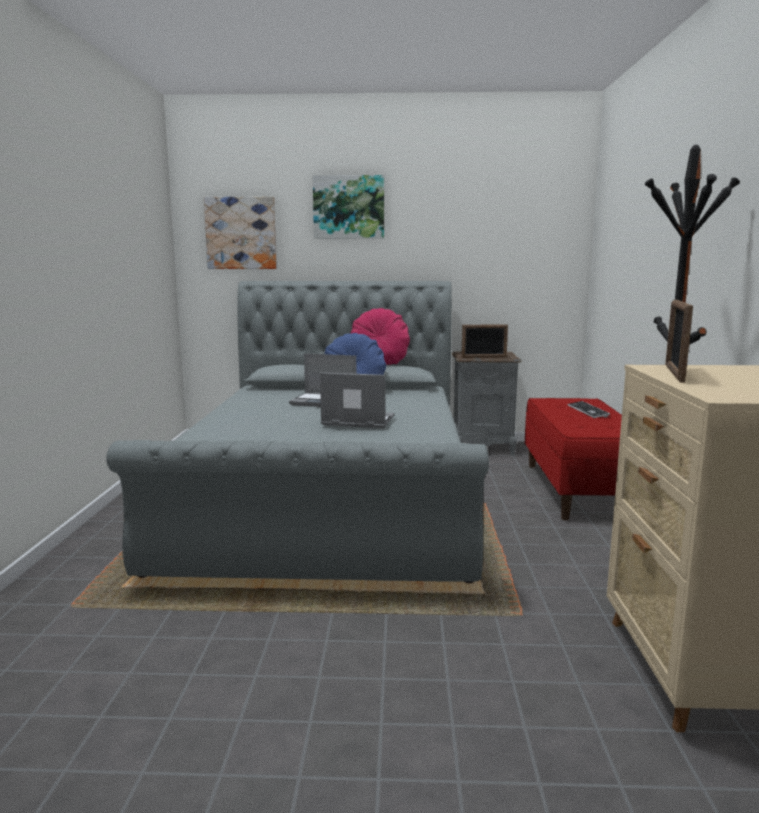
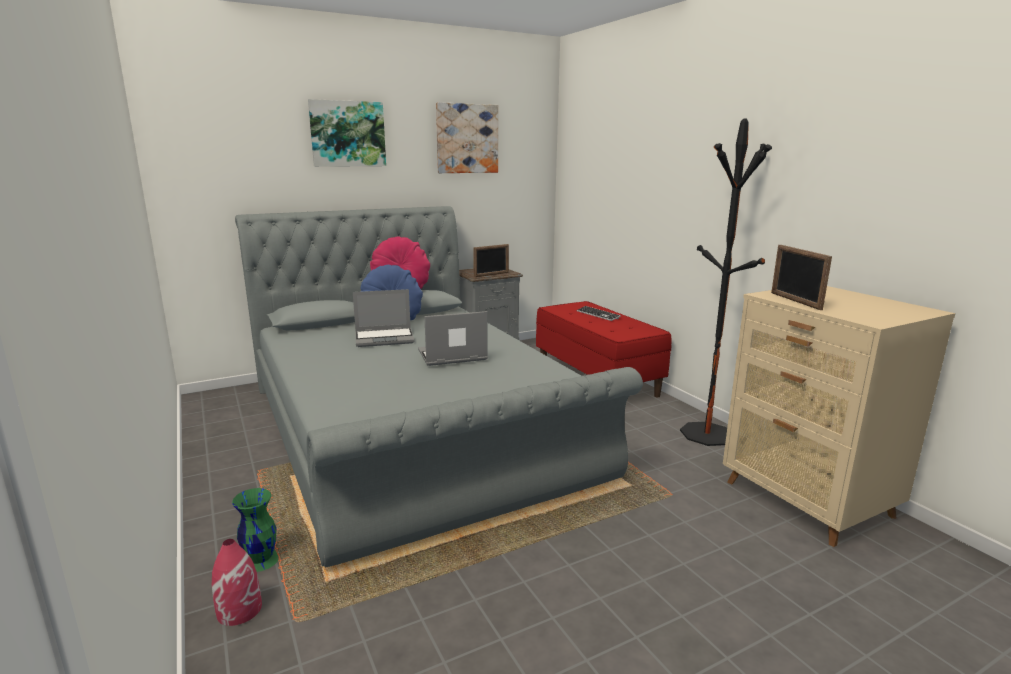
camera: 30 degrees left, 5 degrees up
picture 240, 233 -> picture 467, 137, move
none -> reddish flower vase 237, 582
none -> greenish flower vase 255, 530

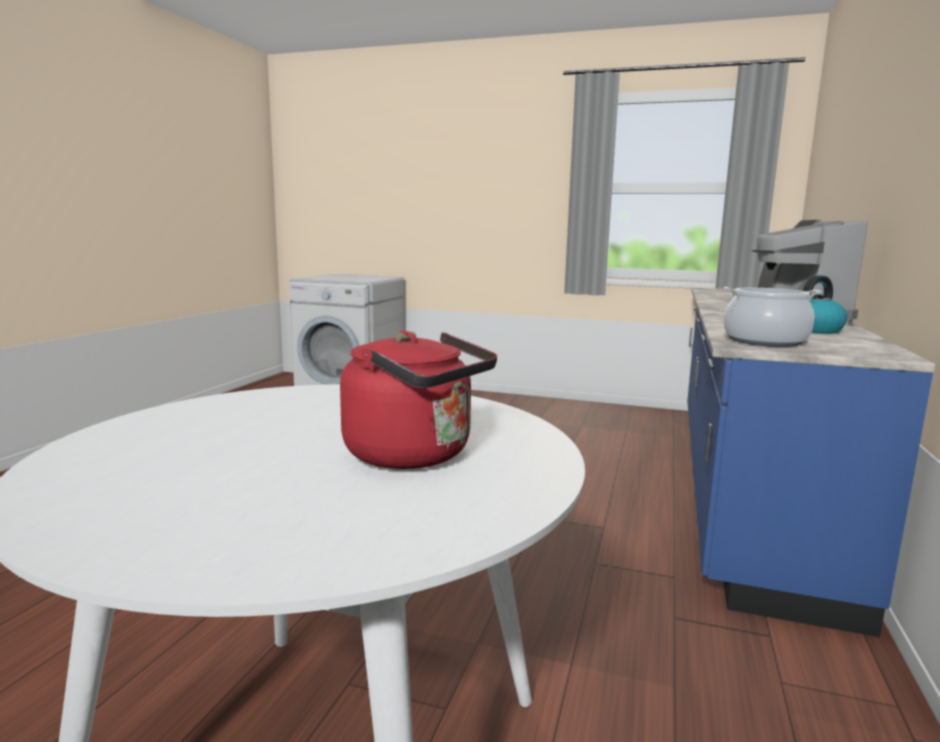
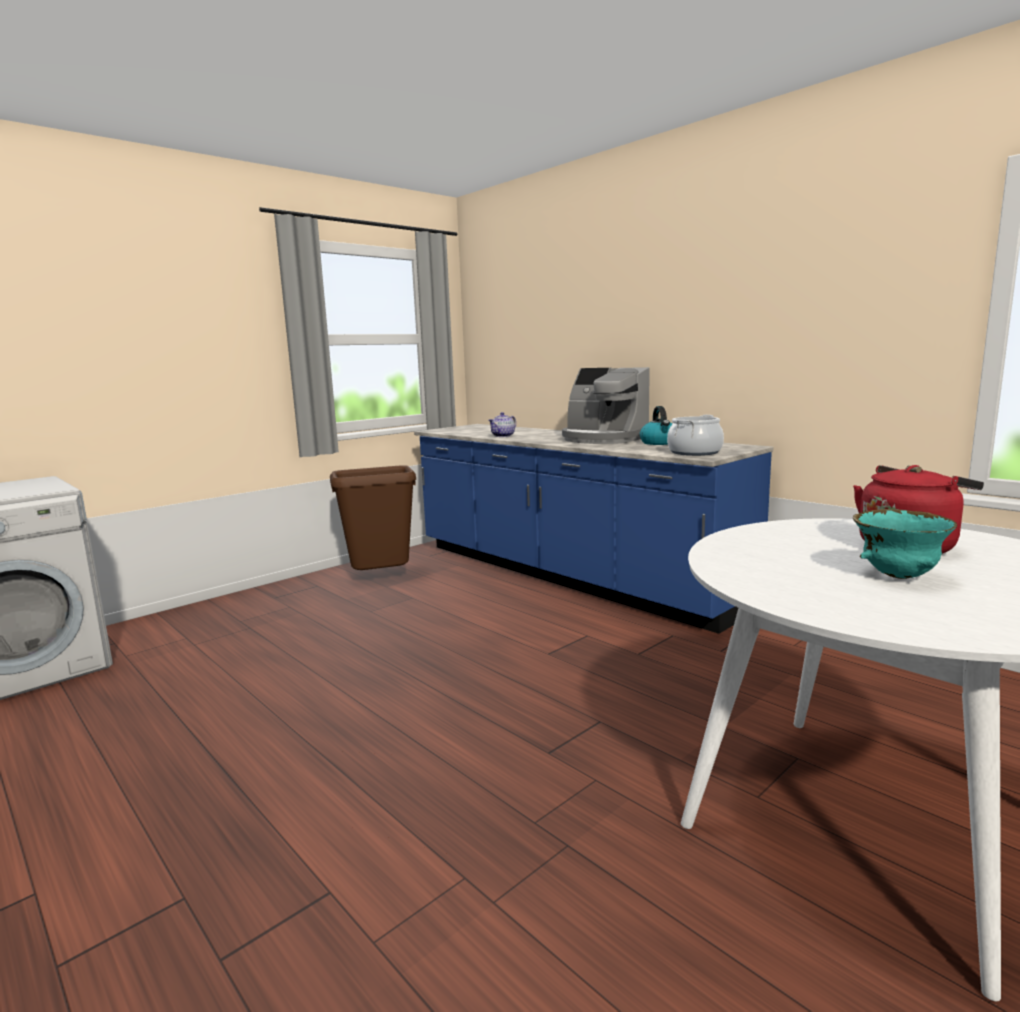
camera: 60 degrees left, 0 degrees up
none -> brownish rubbish bin 373, 517
none -> teapot 502, 424
none -> turquoise-coloured serving bowl 905, 544

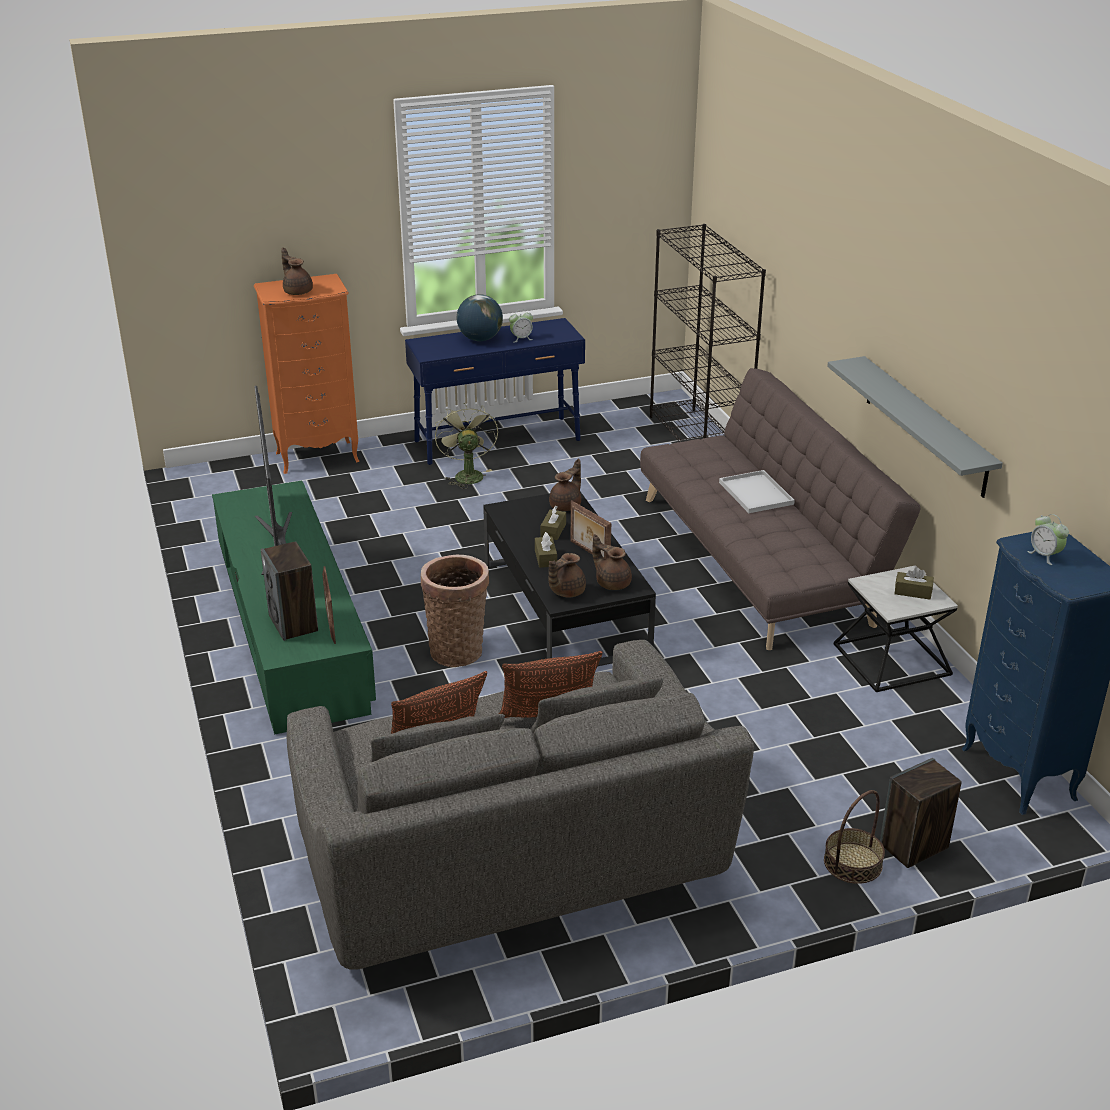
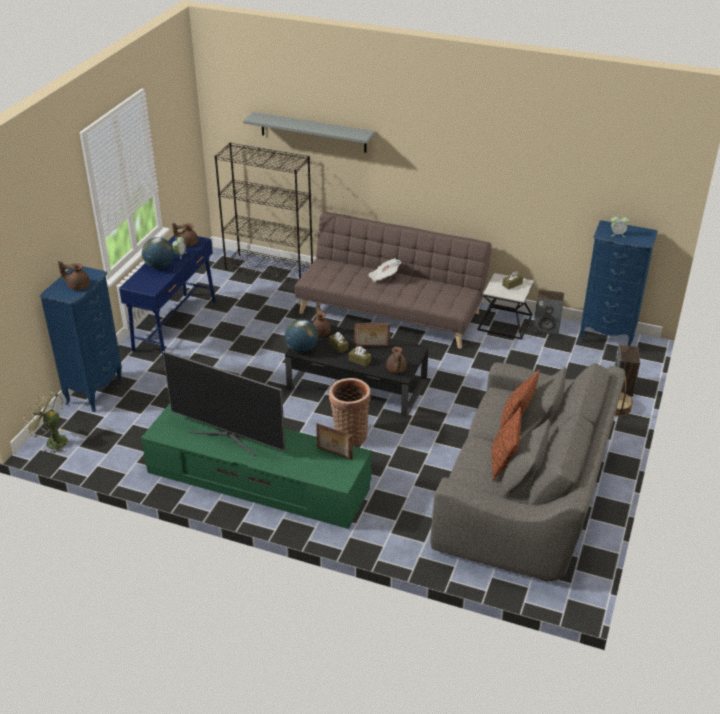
camera: 50 degrees left, 5 degrees up
orangey dresser 307, 374 -> blue dresser 81, 339
audio speaker 289, 591 -> audio speaker 548, 312, move
greenish cooling fan 466, 446 -> greenish cooling fan 45, 423, move
brownish teapot 612, 562 -> brownish teapot 185, 234, move
white-coloured serving tray 757, 491 -> newspaper 384, 270
greyish wall shelf 915, 427 -> greyish wall shelf 309, 132, move
none -> desk globe 301, 335

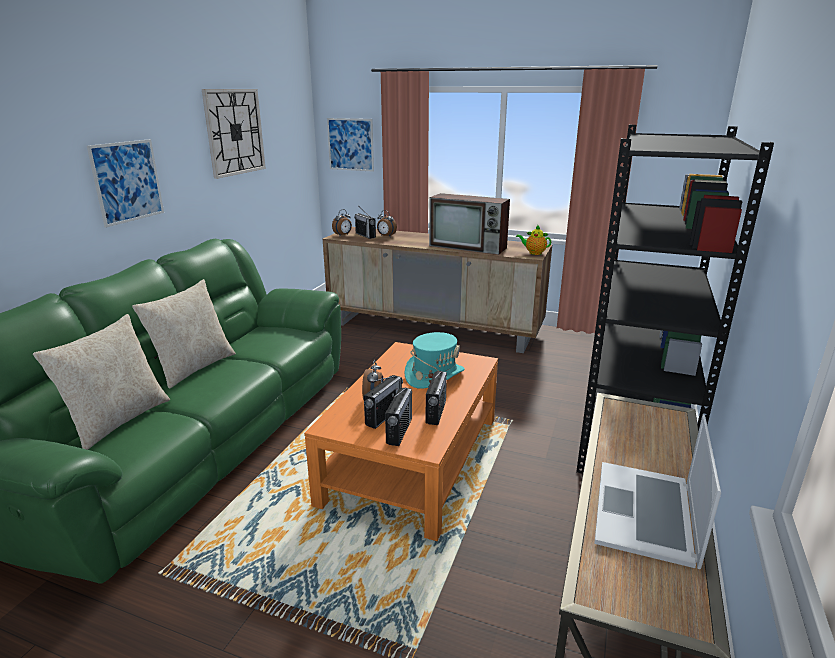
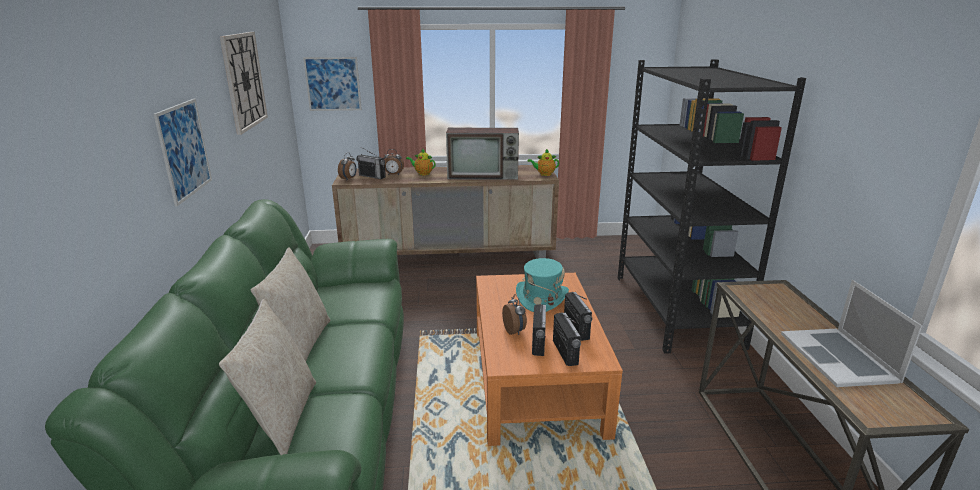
camera: 25 degrees left, 0 degrees up
none -> teapot 420, 161

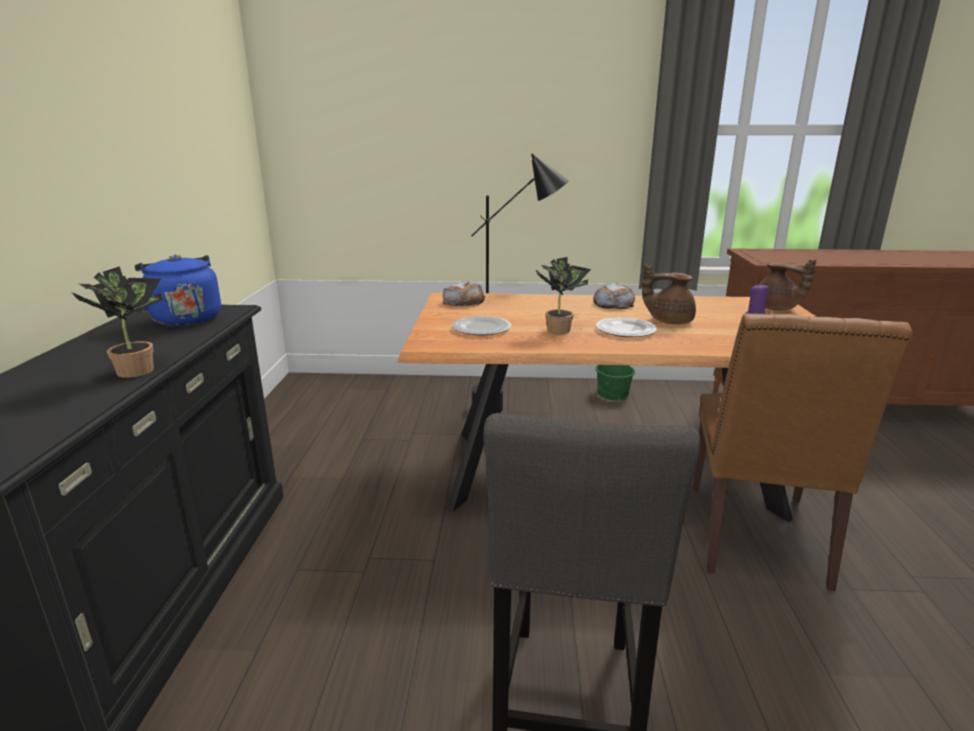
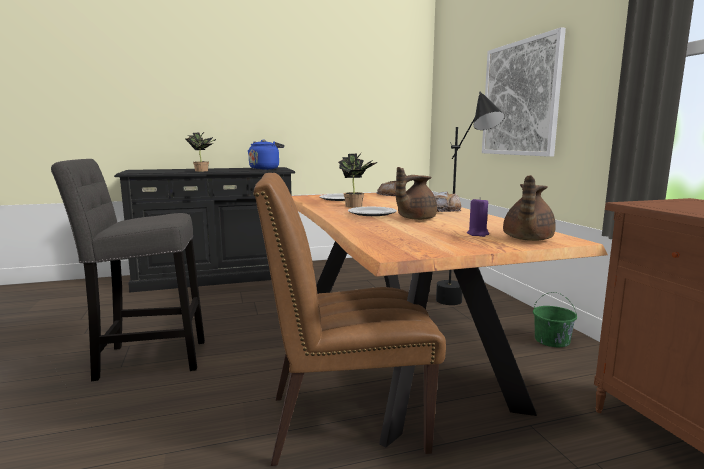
camera: 70 degrees right, 10 degrees down
brownish teapot 669, 294 -> brownish teapot 416, 193, 120 degrees counterclockwise
none -> picture 524, 92

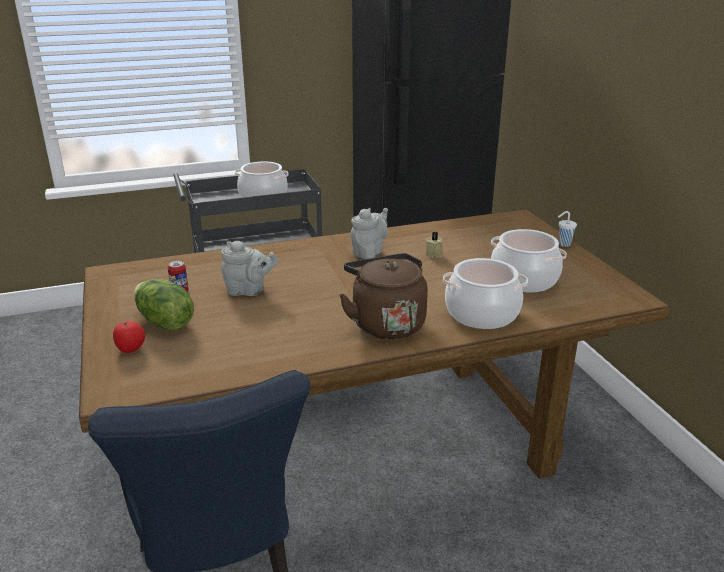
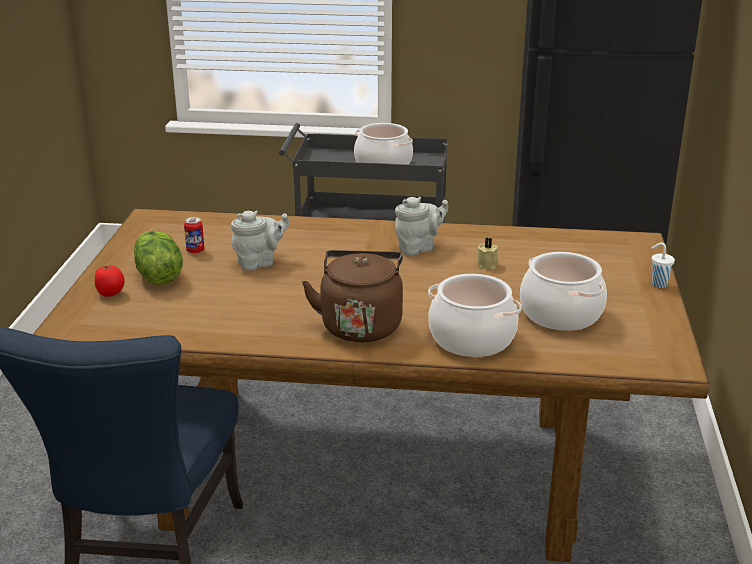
camera: 25 degrees right, 0 degrees up
greyish teapot 250, 268 -> greyish teapot 260, 241, 60 degrees counterclockwise

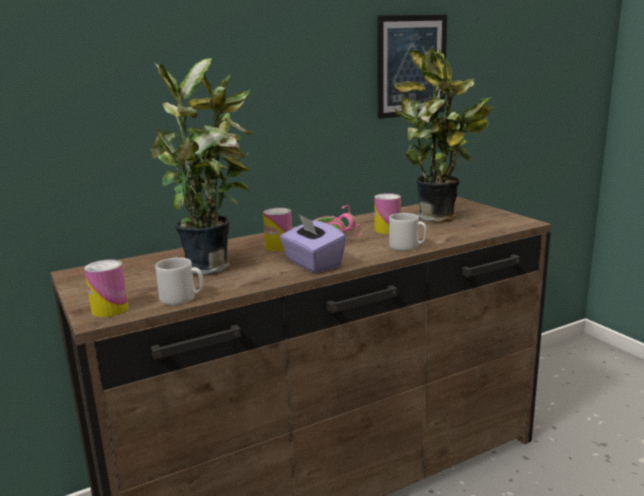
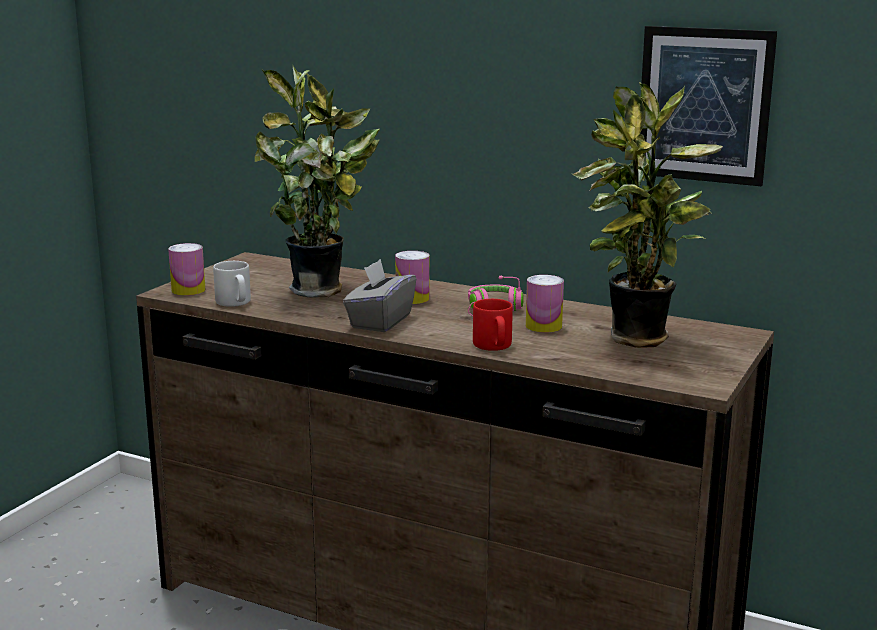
camera: 55 degrees right, 0 degrees up
purple-coloured tissue holder 313, 243 -> greyish tissue holder 379, 295
greyish coffee mug 408, 232 -> reddish coffee mug 493, 325

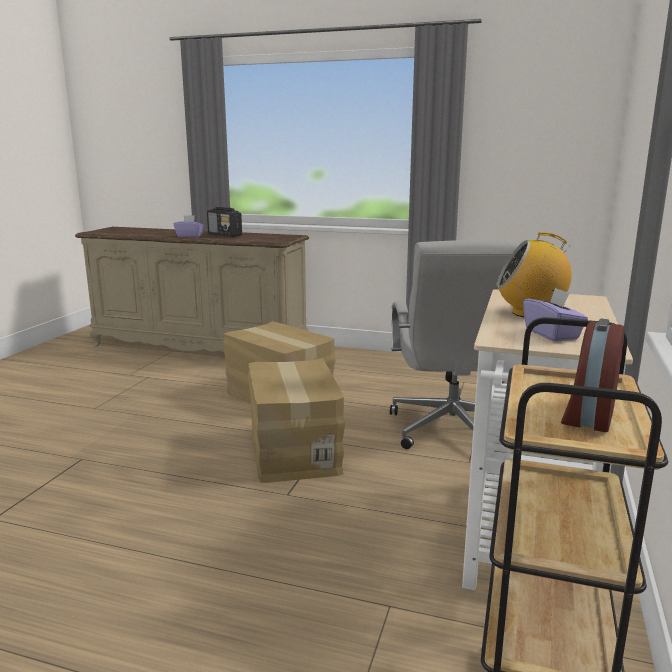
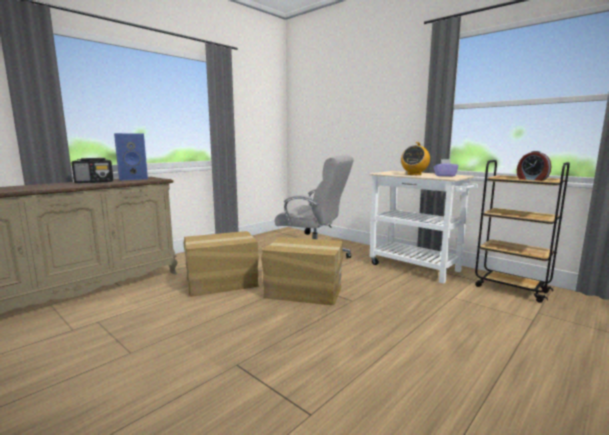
camera: 65 degrees left, 5 degrees down
purple-coloured tissue holder 188, 226 -> none
none -> blue audio speaker 131, 156

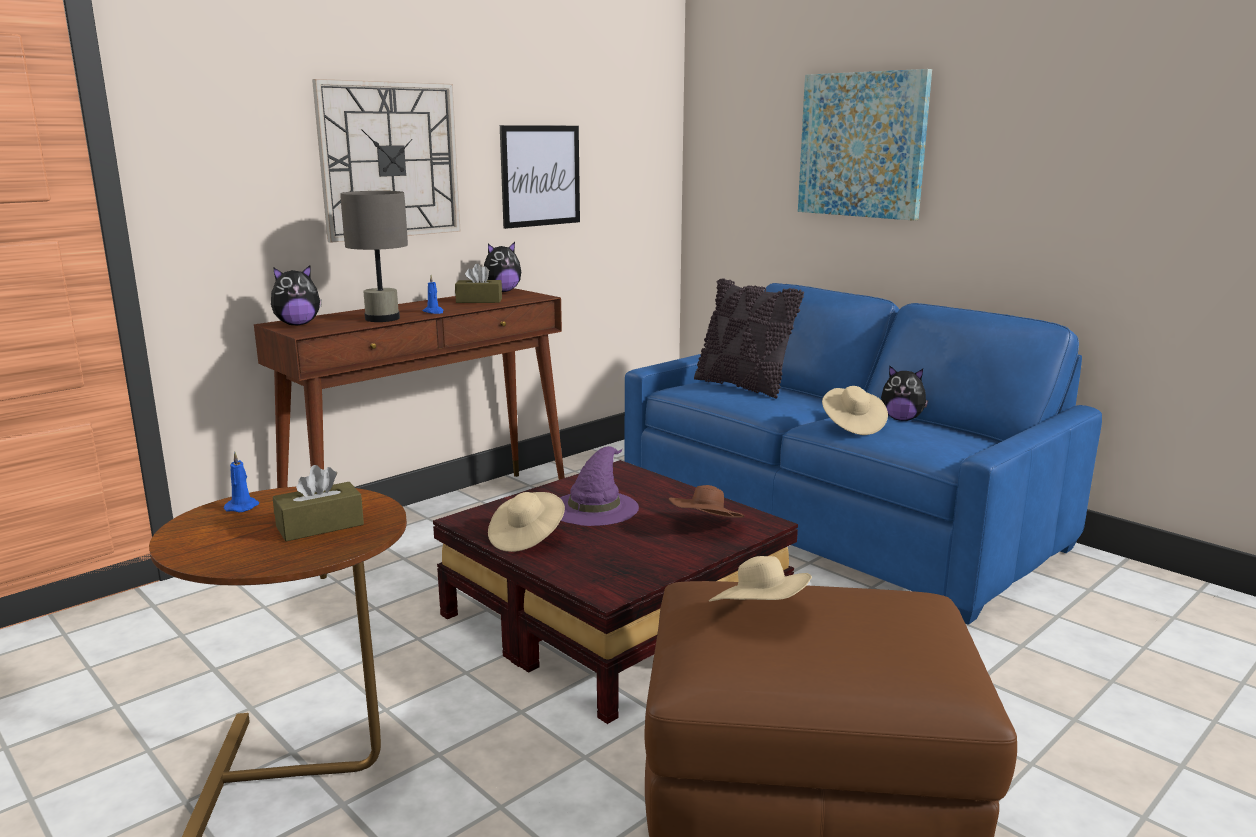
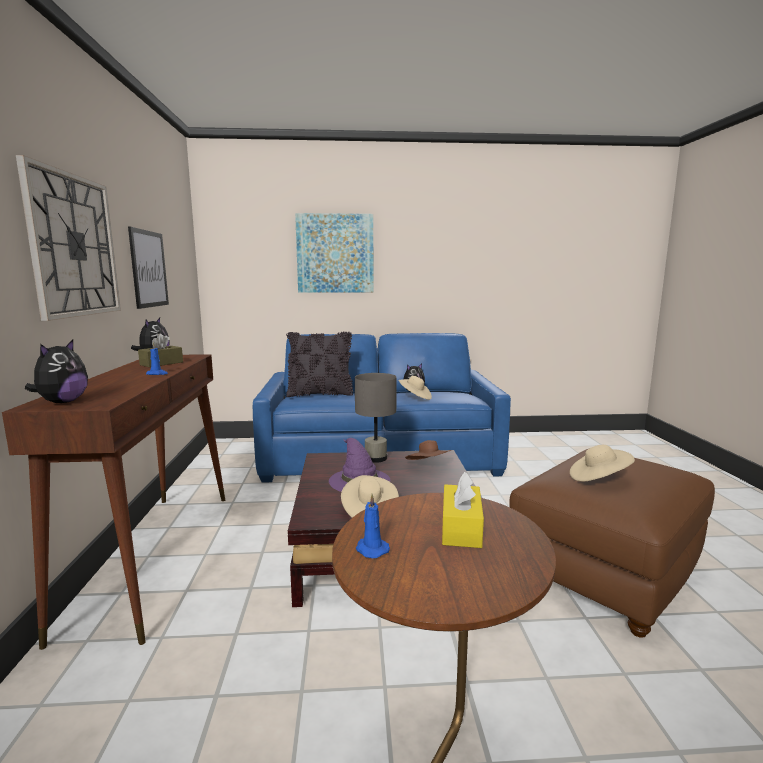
camera: 50 degrees left, 5 degrees down
brownish tissue holder 318, 503 -> yellow-coloured tissue holder 463, 510
greyish lamp for a table 374, 256 -> greyish lamp for a table 376, 418, move

